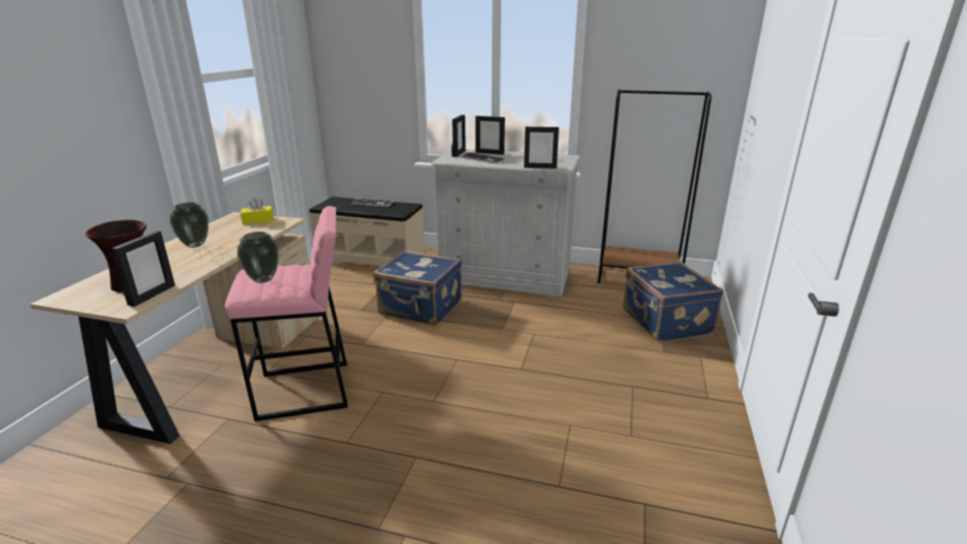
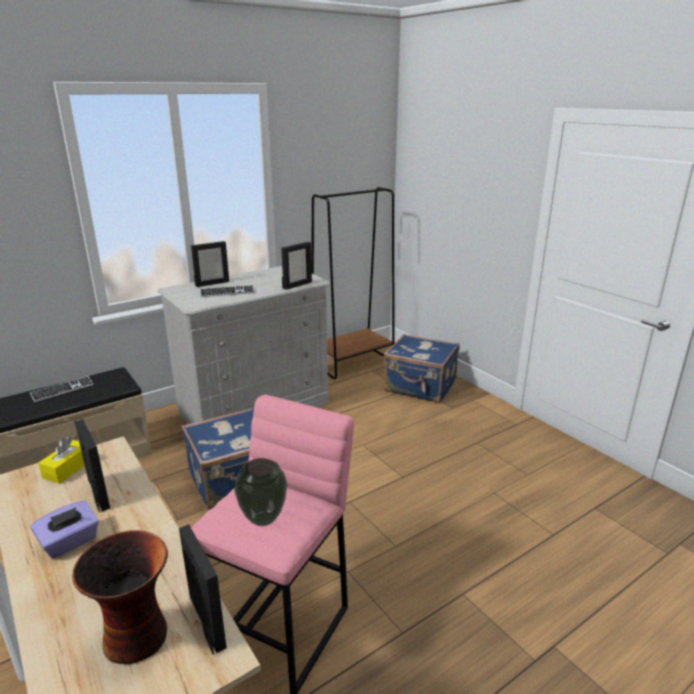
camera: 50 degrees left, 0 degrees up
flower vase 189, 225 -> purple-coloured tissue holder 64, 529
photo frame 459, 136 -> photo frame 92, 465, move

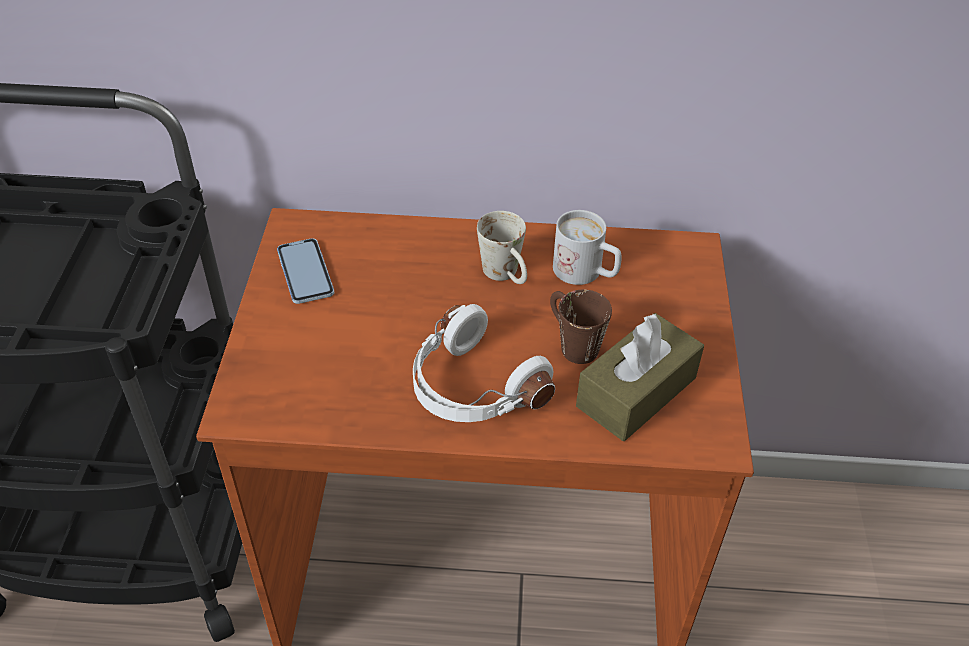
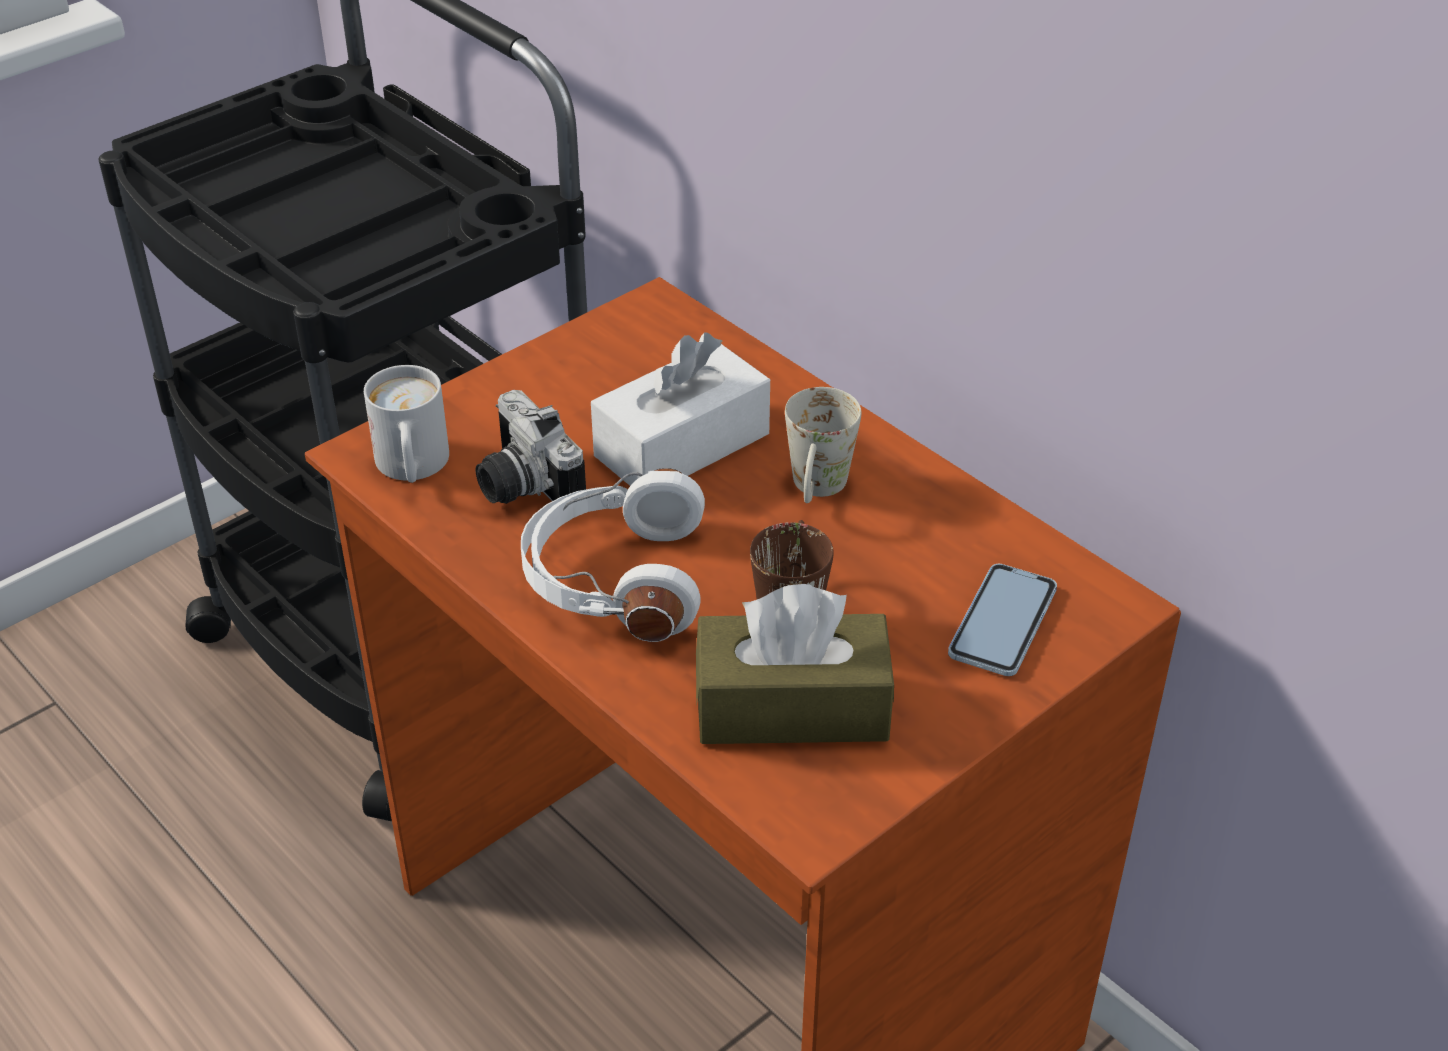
camera: 45 degrees right, 5 degrees down
handset 305, 271 -> handset 1002, 620, move
white-coloured coffee mug 587, 247 -> white-coloured coffee mug 406, 424, move
none -> photo camera 531, 447
none -> white-coloured tissue holder 680, 409

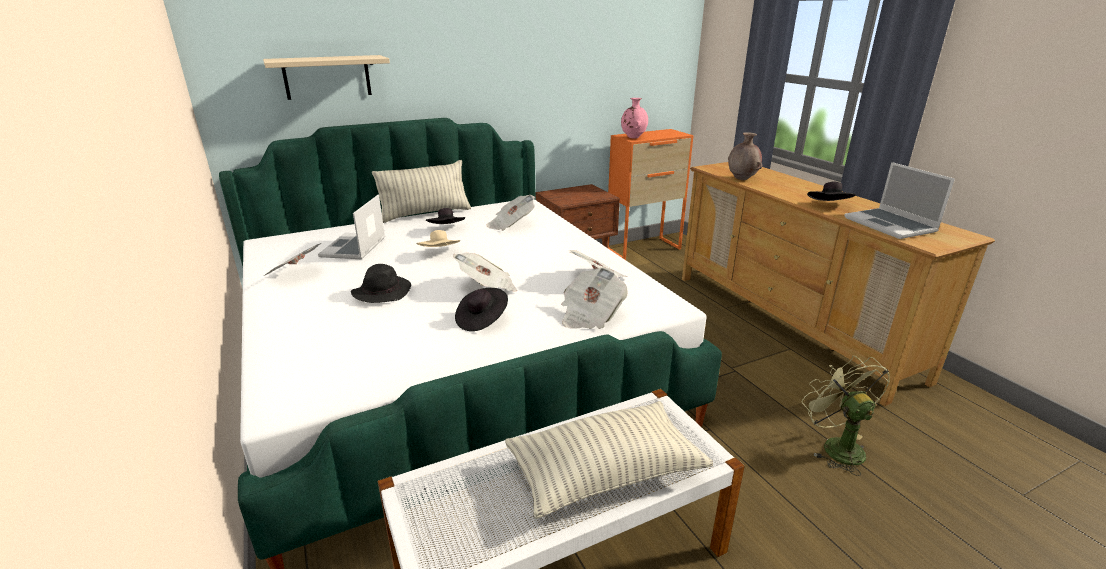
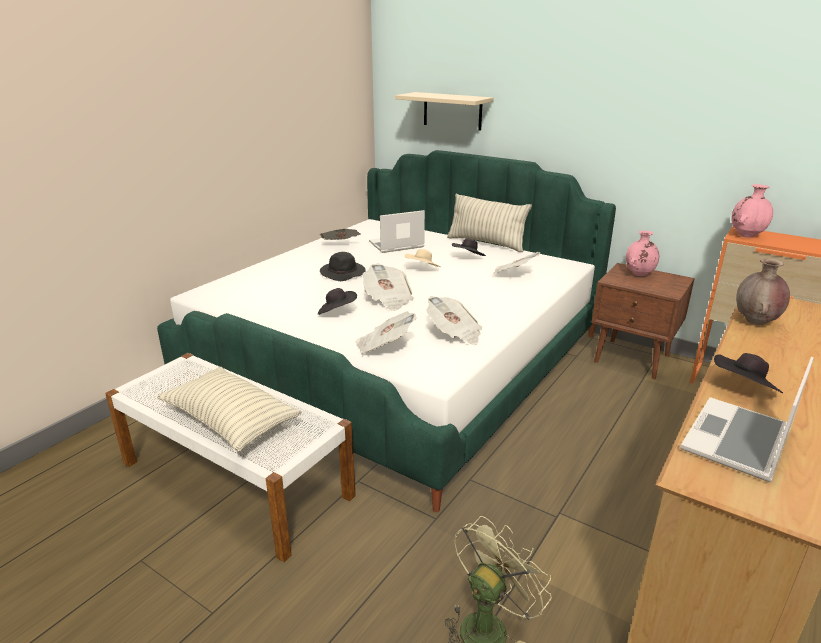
camera: 60 degrees right, 0 degrees up
none -> pink-coloured flower vase 642, 253

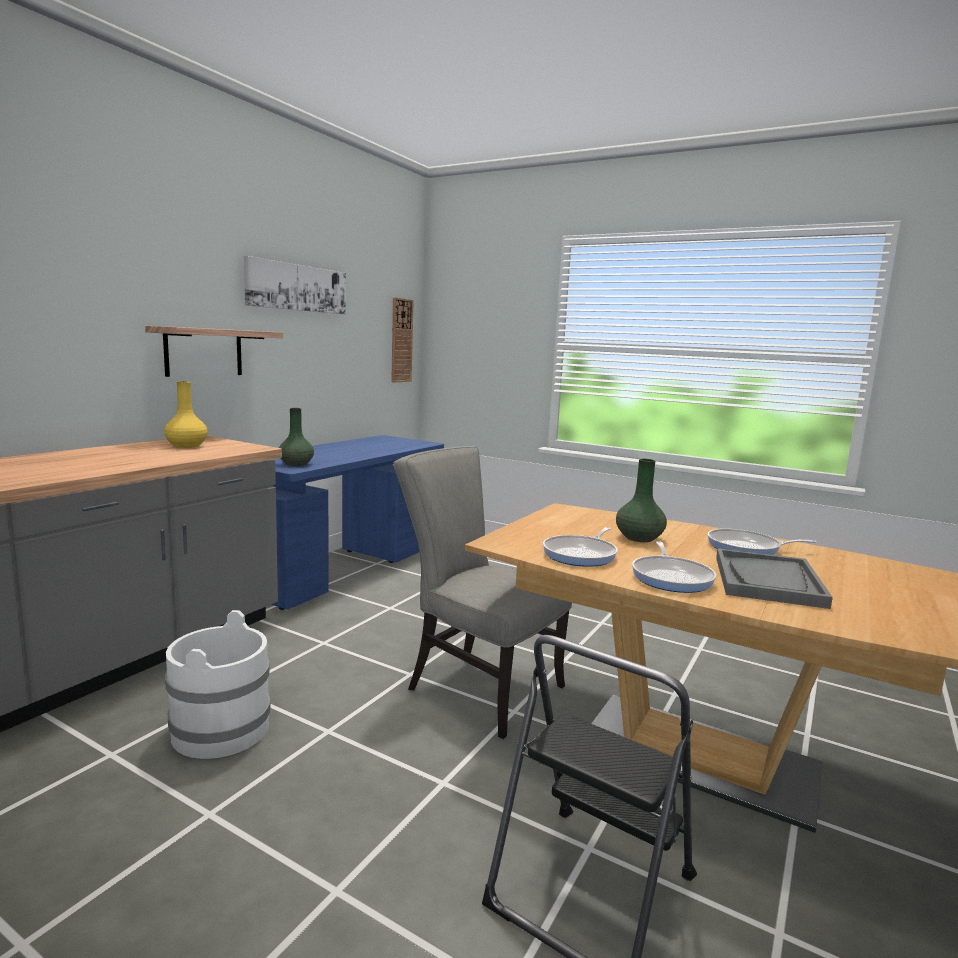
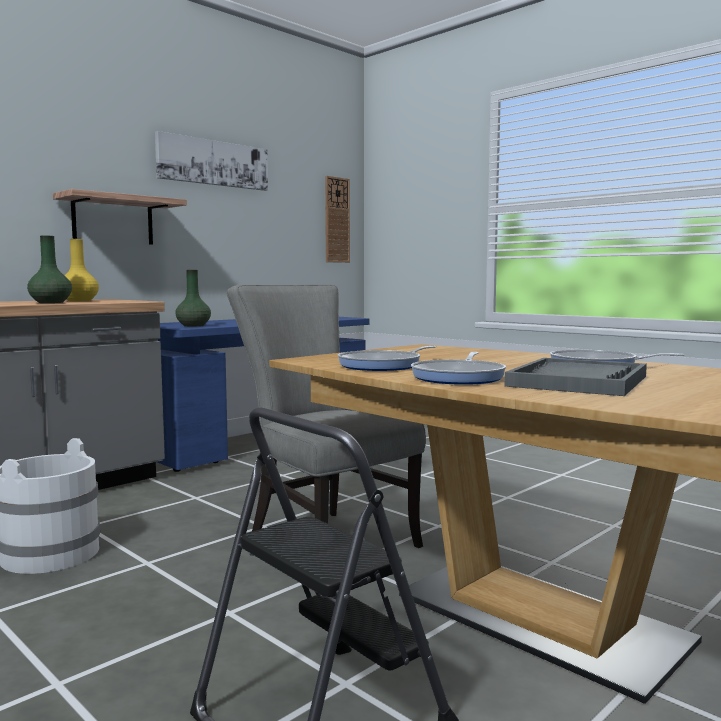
camera: 15 degrees right, 5 degrees down
greenish flower vase 641, 500 -> greenish flower vase 49, 269, move

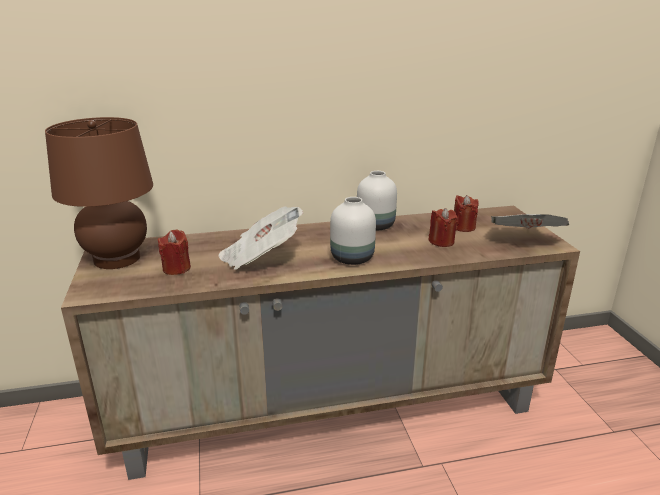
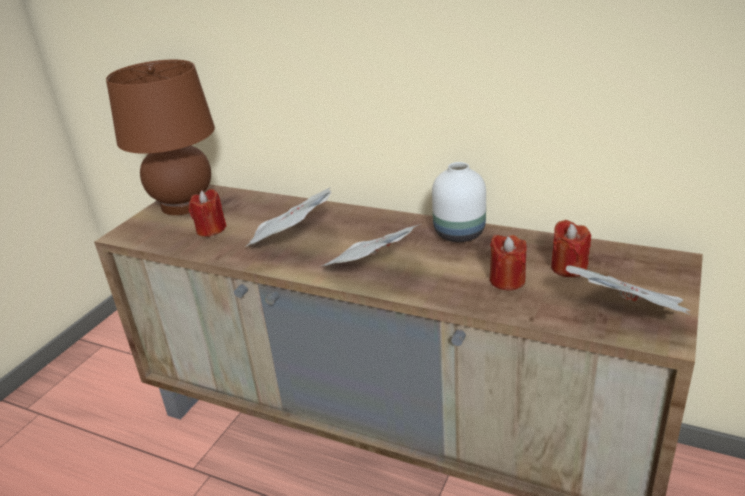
camera: 40 degrees right, 5 degrees up
white-coloured flower vase 353, 231 -> newspaper 370, 245

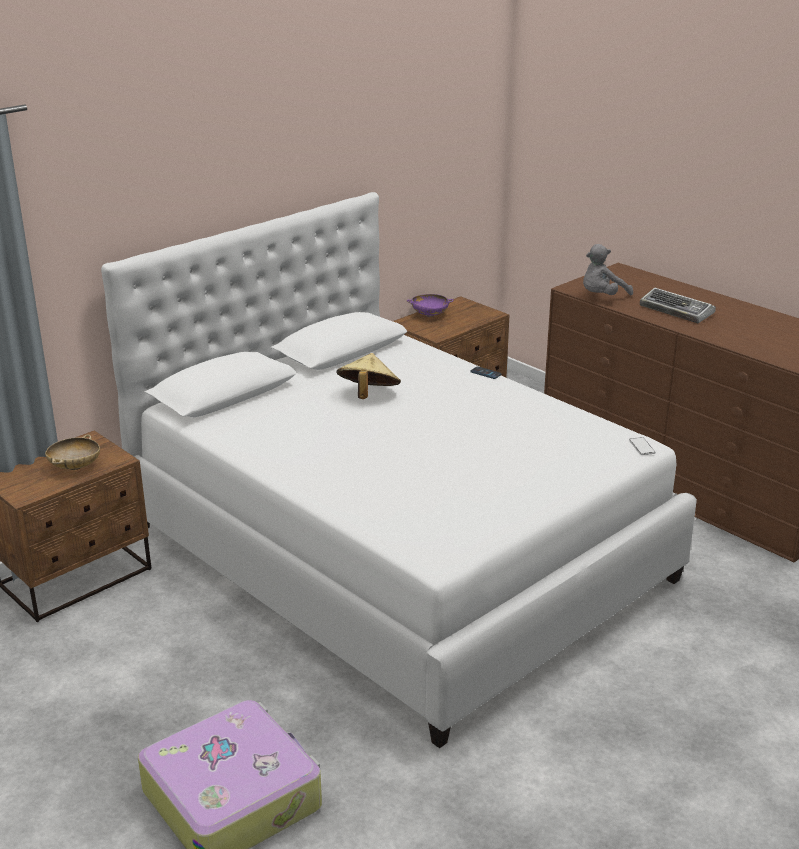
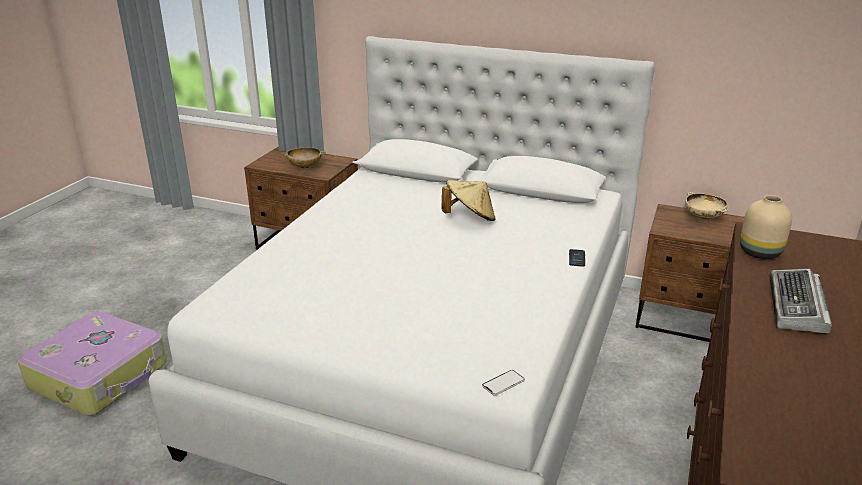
camera: 65 degrees right, 0 degrees up
purple-coloured serving bowl 430, 305 -> beige serving bowl 706, 205
greyish soft toy 608, 269 -> beige flower vase 766, 227

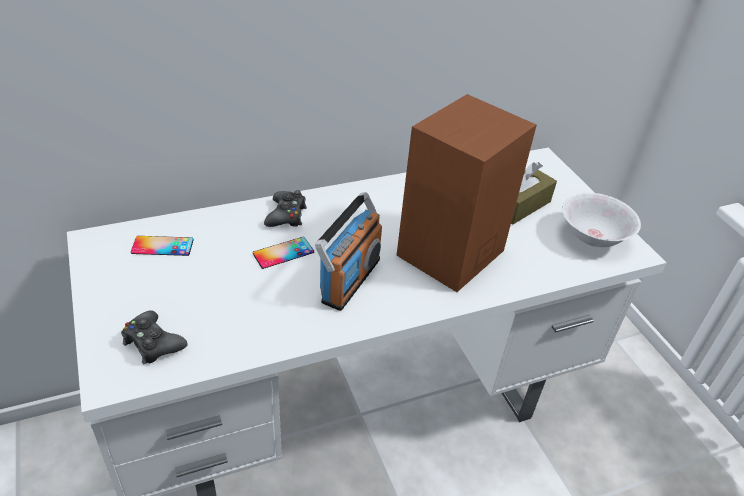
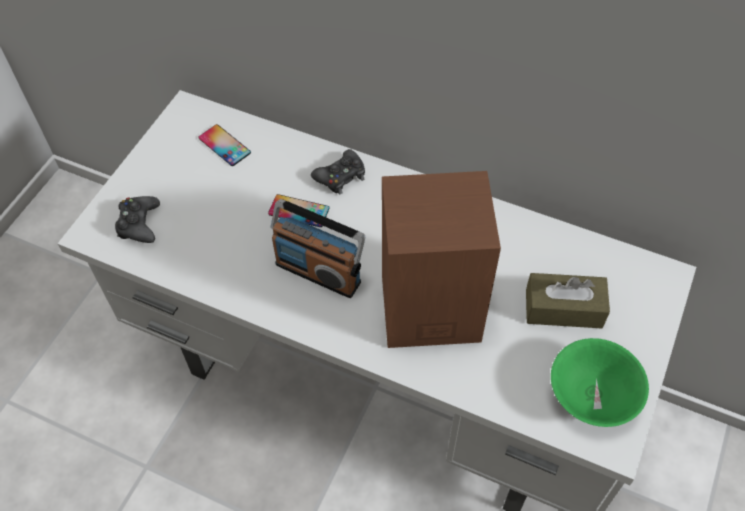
camera: 50 degrees right, 15 degrees up
radio receiver 348, 251 -> radio receiver 317, 248, 45 degrees clockwise
white-coloured serving bowl 601, 220 -> greenish serving bowl 600, 382

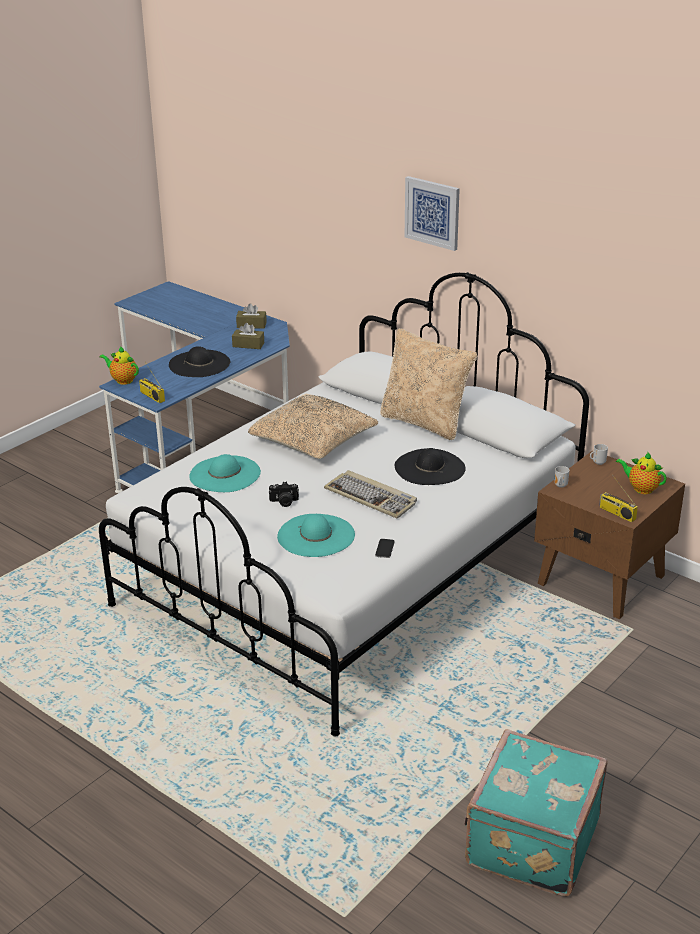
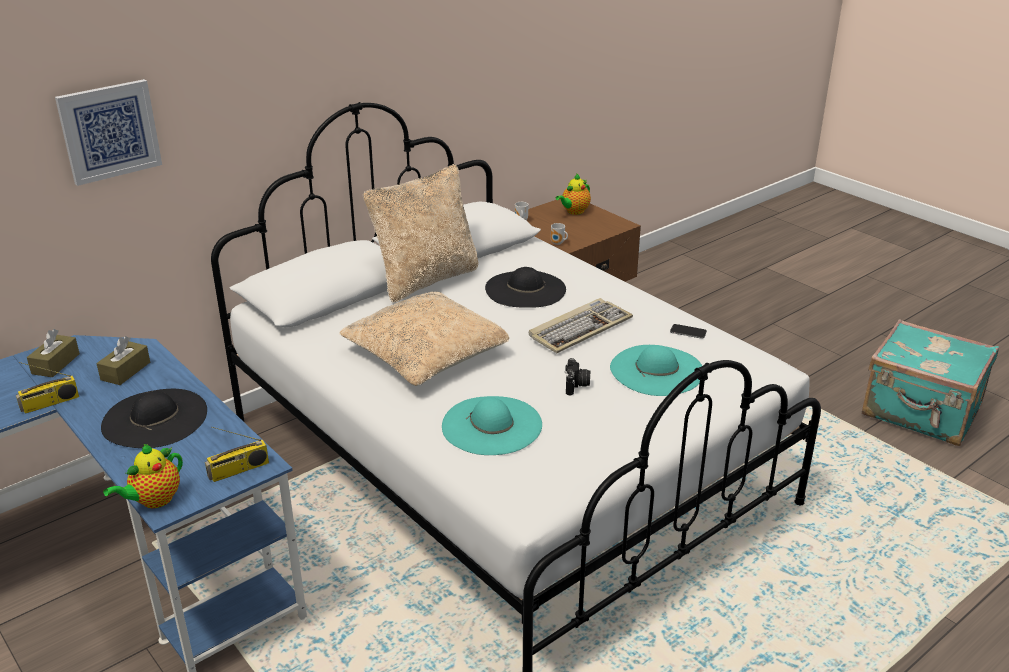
camera: 80 degrees left, 0 degrees up
picture 432, 213 -> picture 108, 132, move
radio receiver 618, 499 -> radio receiver 47, 388, move

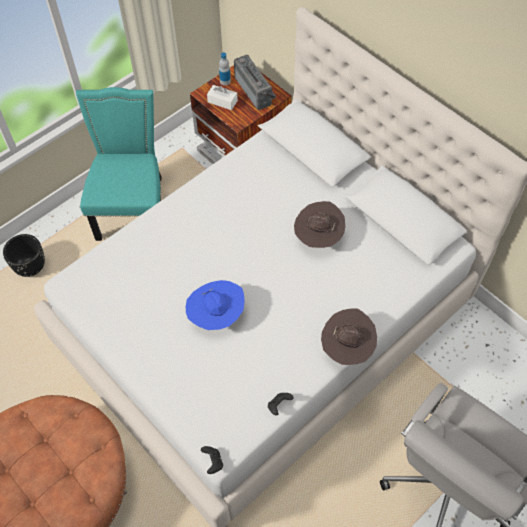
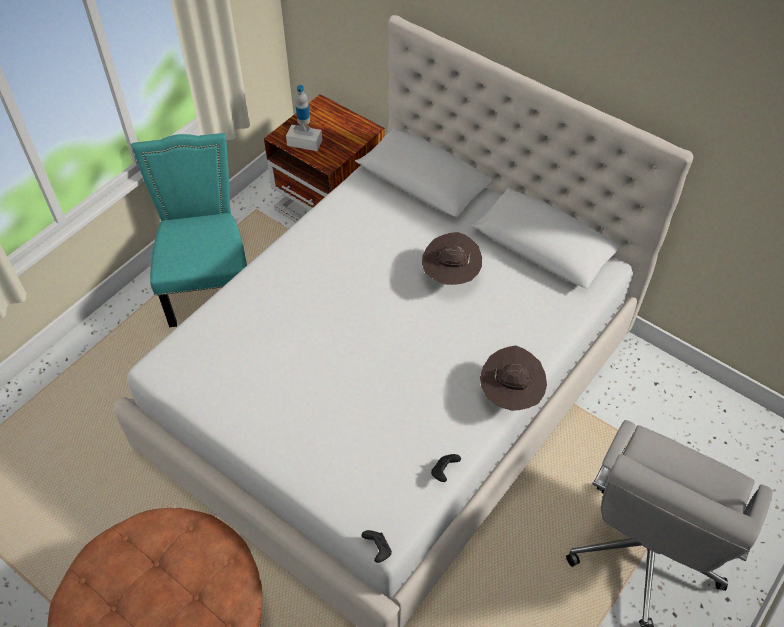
camera: 10 degrees left, 5 degrees down
black-coloured flower pot 24, 255 -> none
blue clothing hat 215, 305 -> none
radio receiver 255, 82 -> none

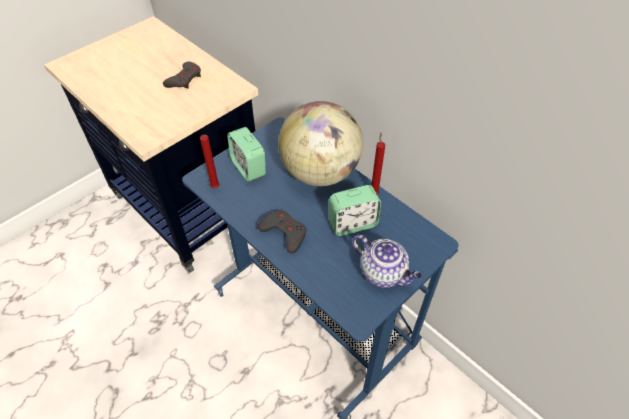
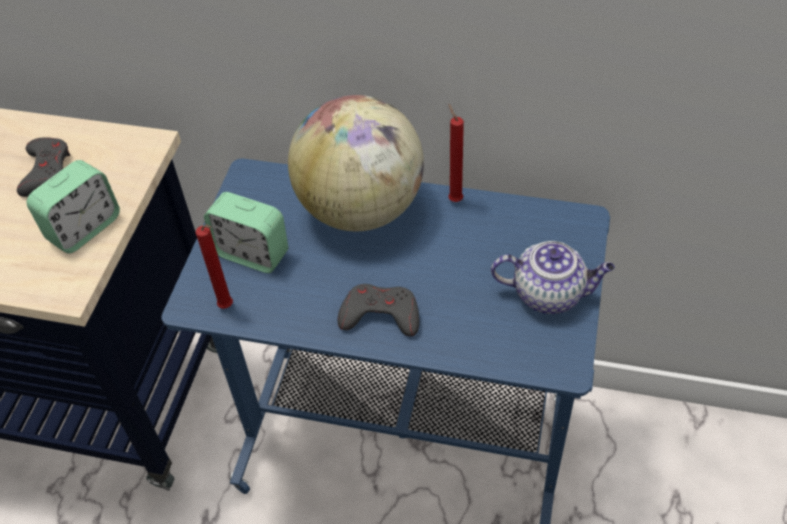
camera: 30 degrees left, 0 degrees up
table clock 355, 210 -> table clock 73, 206, move

